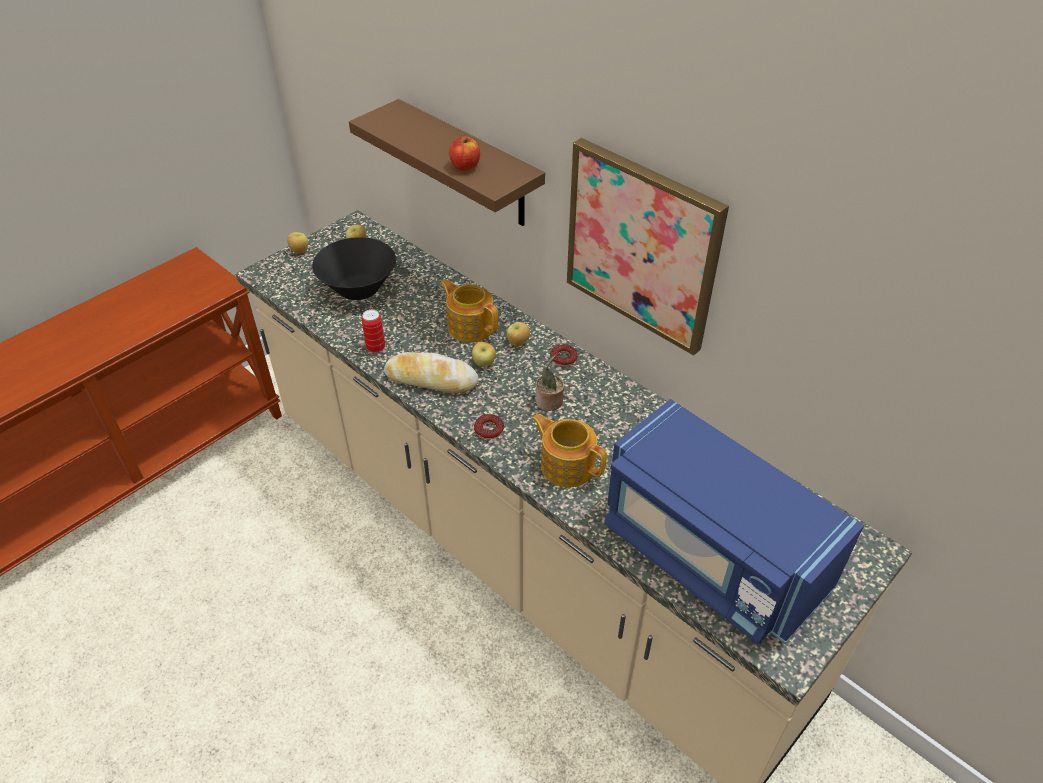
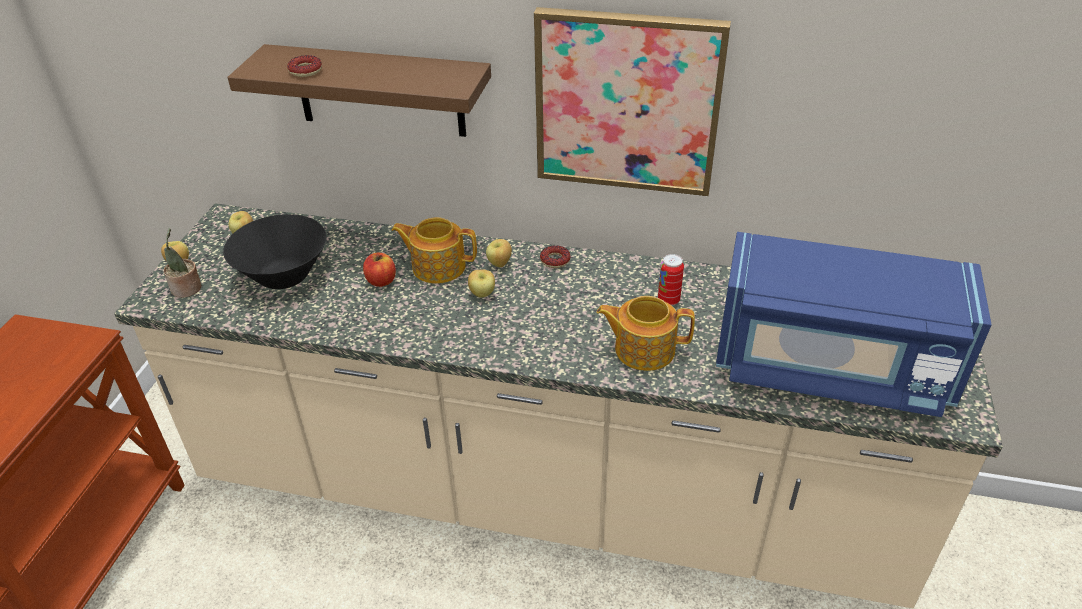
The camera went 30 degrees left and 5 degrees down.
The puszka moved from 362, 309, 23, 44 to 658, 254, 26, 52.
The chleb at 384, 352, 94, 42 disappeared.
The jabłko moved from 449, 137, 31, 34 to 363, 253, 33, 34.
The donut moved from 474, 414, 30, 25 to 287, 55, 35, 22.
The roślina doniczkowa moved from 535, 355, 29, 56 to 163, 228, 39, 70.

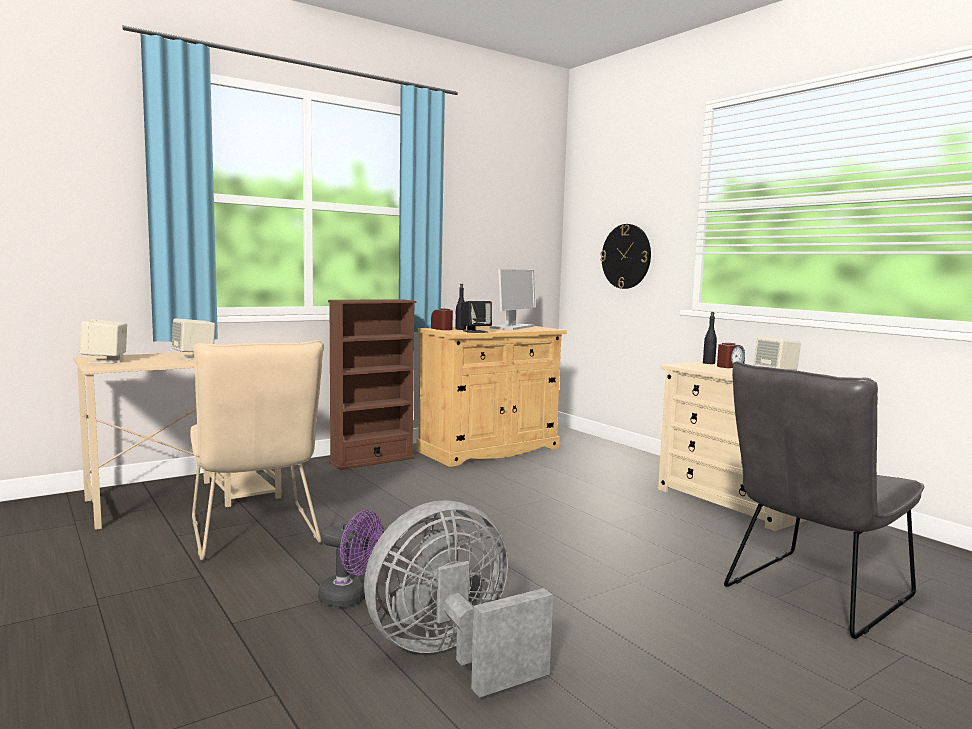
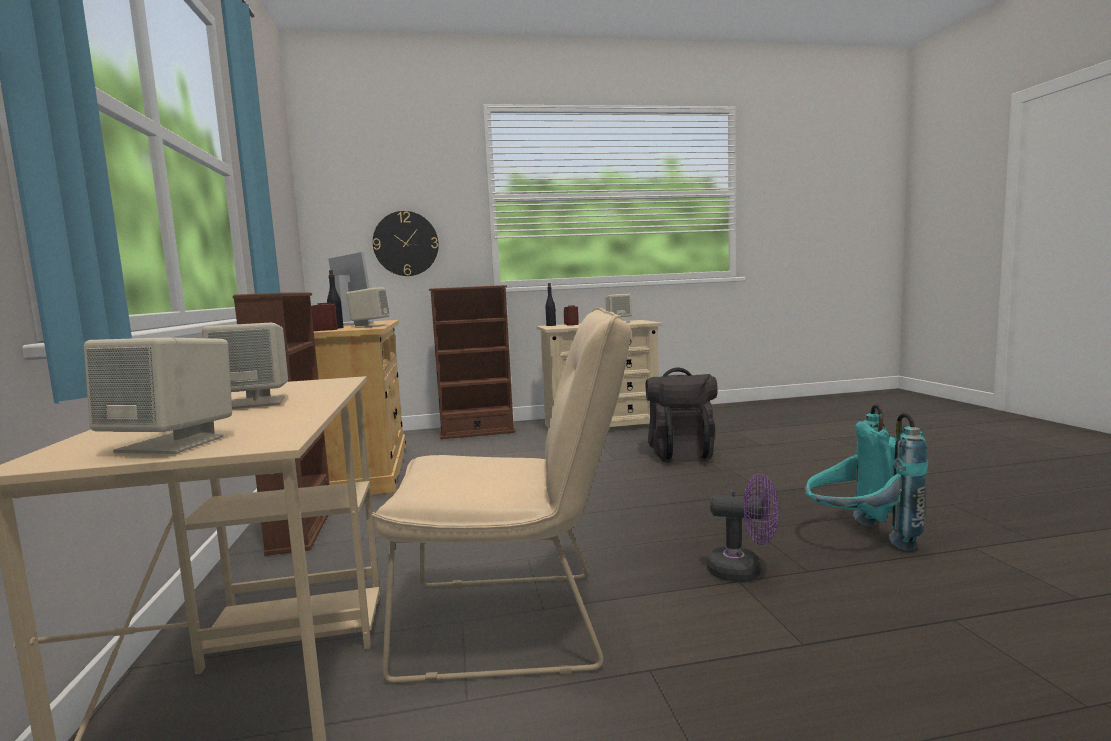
The camera went 65 degrees left and 0 degrees up.
The wentylator/fioletowy at 318, 510, 66, 97 turned 60 degrees clockwise.
The wentylator/szary at 364, 500, 189, 198 was replaced by the plecak/turkusowy at 805, 404, 123, 147.
The głośnik/czarny at 461, 301, 31, 32 became the głośnik/beżowy at 346, 288, 43, 40.
The krzesło/szary at 724, 361, 200, 278 disappeared.
The regał/brązowy at 429, 285, 86, 154 appeared.
The plecak/czarny at 646, 367, 72, 95 appeared.

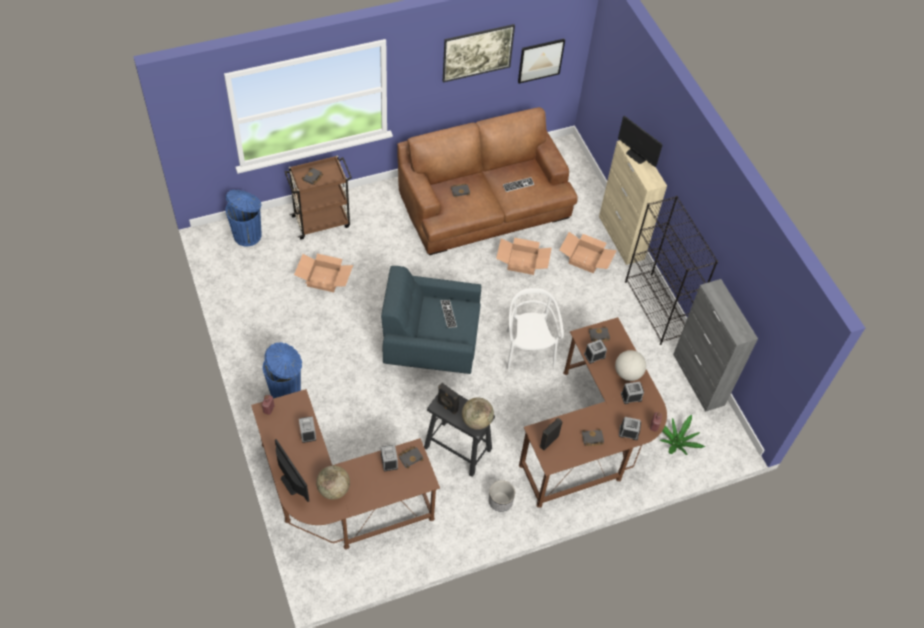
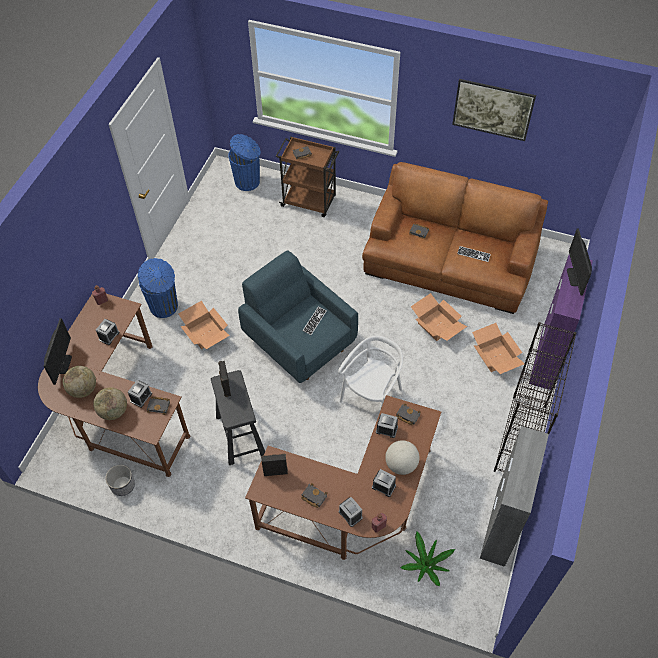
The camera went 45 degrees right and 0 degrees up.
The karton moved from 294, 254, 59, 38 to 179, 301, 51, 48.
The globus moved from 462, 397, 32, 33 to 93, 387, 34, 33.
The donica moved from 489, 480, 26, 32 to 105, 465, 30, 31.
The obraz at 518, 39, 47, 45 disappeared.
The szafka/beżowy at 599, 140, 68, 125 became the szafka/fioletowy at 529, 255, 64, 135.

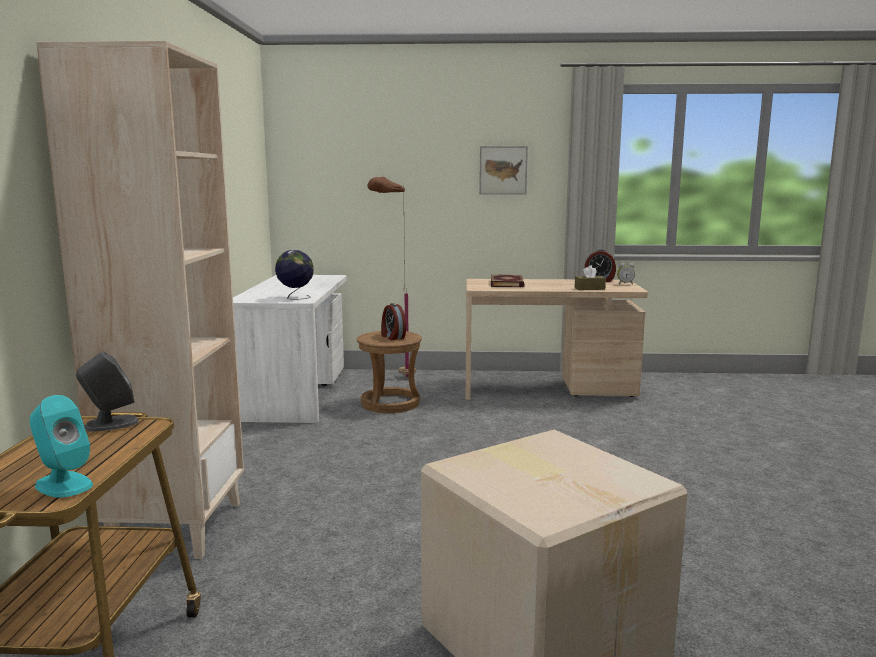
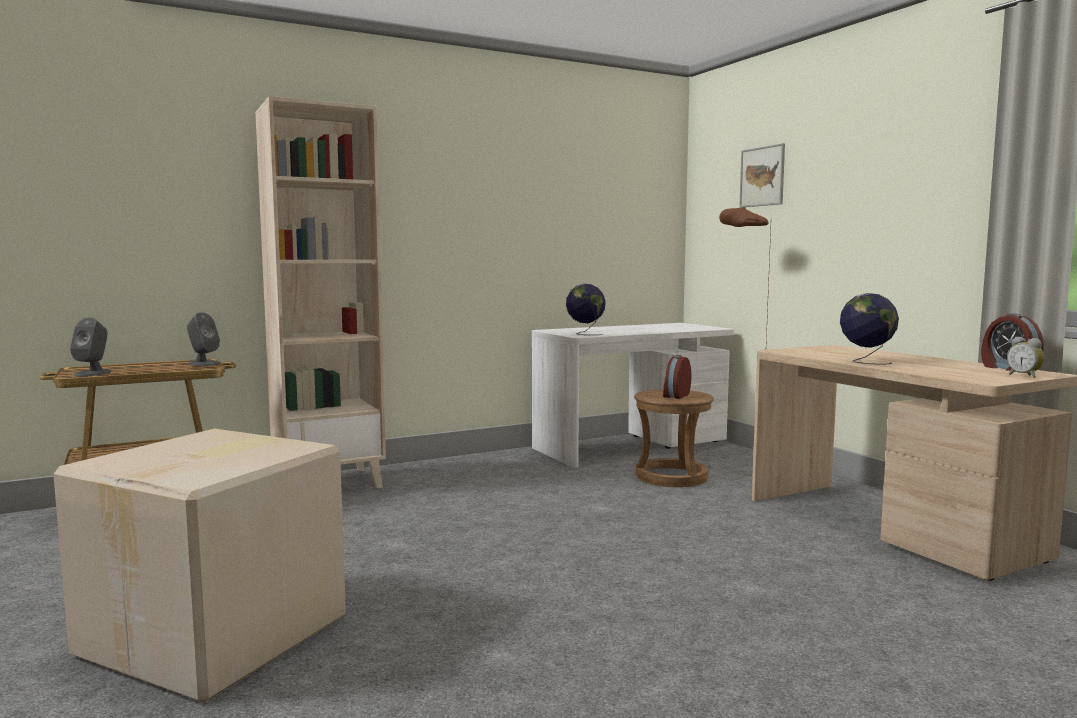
The camera went 60 degrees right and 5 degrees down.
The głośnik/turkusowy at 30, 395, 63, 103 became the głośnik/szary at 70, 317, 42, 59.
The obraz moved from 479, 146, 49, 49 to 739, 143, 46, 65.
The książka at 491, 274, 34, 13 disappeared.
The pudełko chusteczek/brązowy at 575, 265, 31, 25 disappeared.
The globus at 840, 293, 59, 72 appeared.

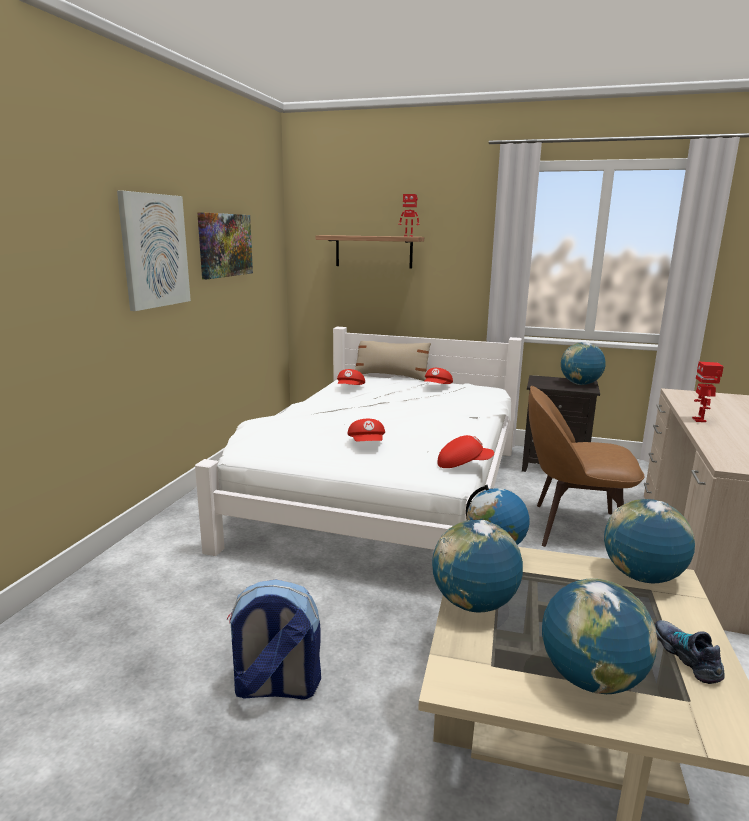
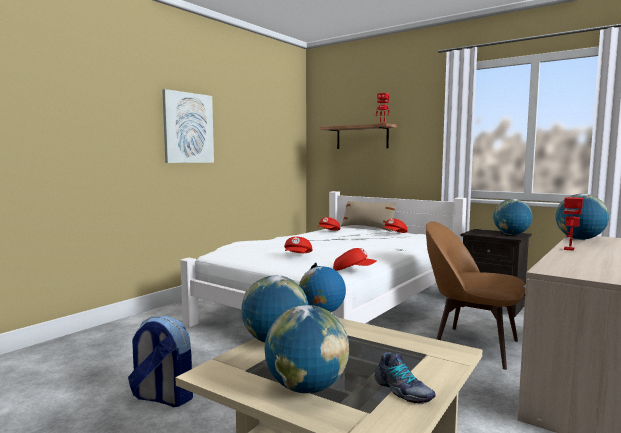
The camera went 20 degrees right and 10 degrees down.
The obraz at 197, 212, 56, 67 disappeared.
The globus moved from 604, 499, 91, 84 to 556, 194, 53, 46.
The but at 655, 620, 70, 64 turned 135 degrees clockwise.

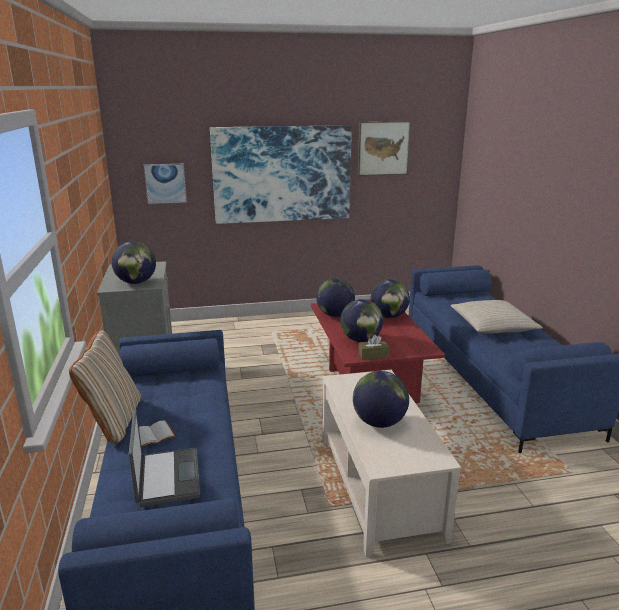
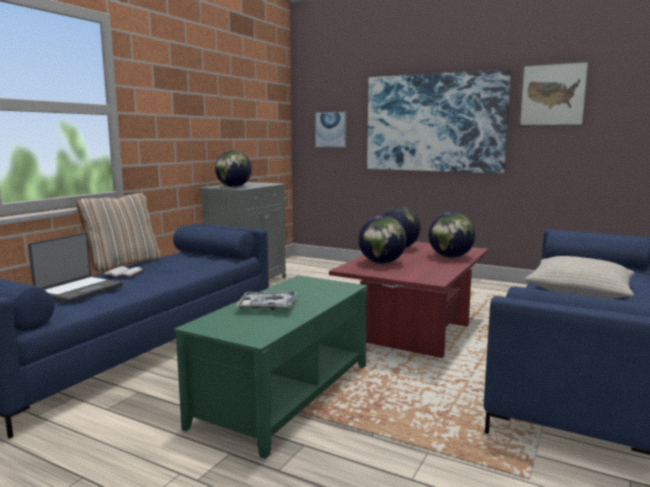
The camera went 40 degrees right and 10 degrees down.
The ława/beżowy at 322, 370, 139, 187 became the ława/zielony at 174, 275, 194, 184.
The globus at 353, 371, 56, 57 was replaced by the taca at 236, 292, 61, 18.
The pudełko chusteczek/brązowy at 358, 335, 31, 25 disappeared.

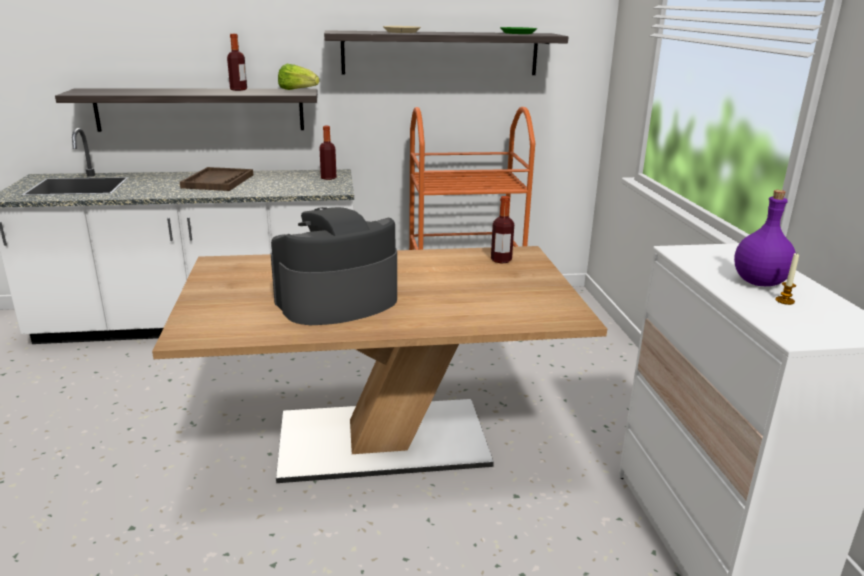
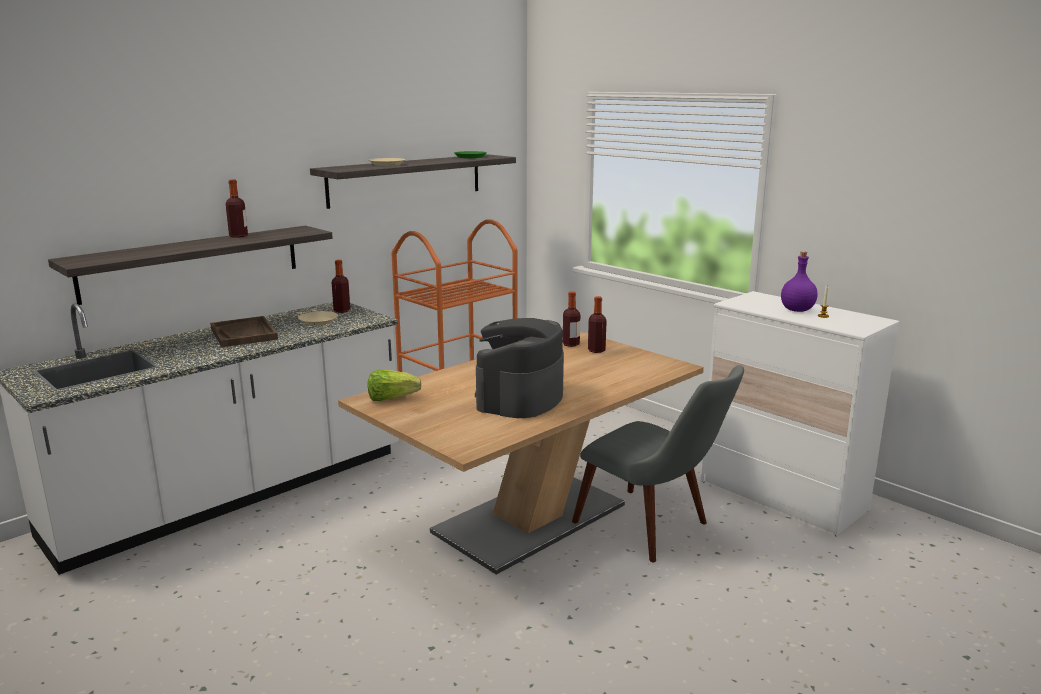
The camera went 35 degrees left and 5 degrees down.
The sałata moved from 278, 64, 41, 26 to 368, 369, 54, 32.
The talerz/beżowy at 298, 311, 40, 14 appeared.
The krzesło/szary at 572, 365, 172, 197 appeared.
The butelka at 588, 296, 19, 57 appeared.

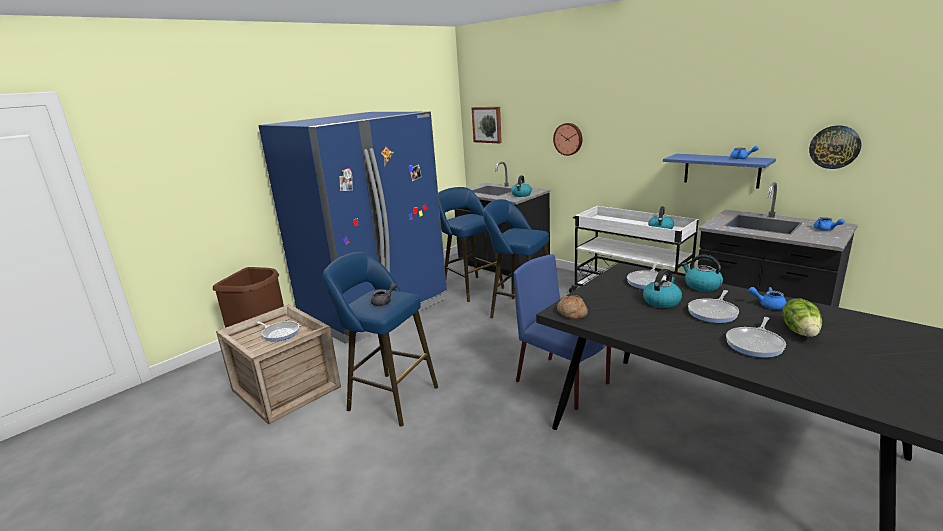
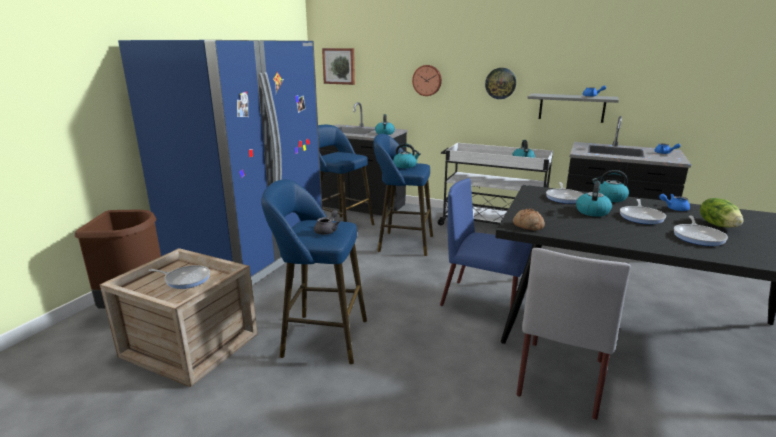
The camera went 20 degrees left and 0 degrees up.
The półka/niebieski at 663, 154, 113, 35 became the półka/szary at 527, 93, 92, 30.
The zegar ścienny moved from 809, 125, 52, 44 to 485, 68, 31, 31.
The czajnik at 393, 143, 28, 25 appeared.
The krzesło/szary at 516, 248, 115, 172 appeared.

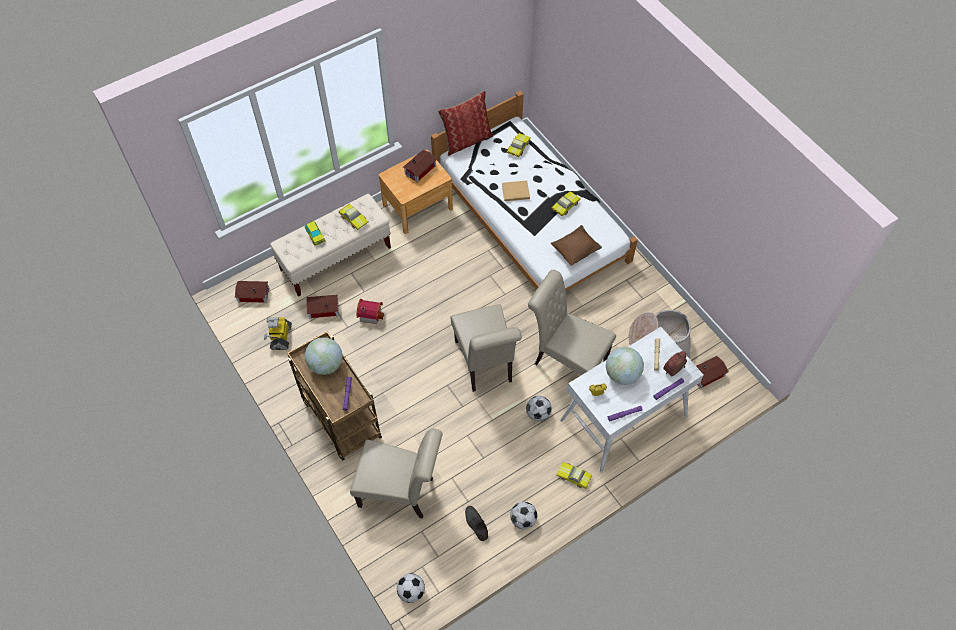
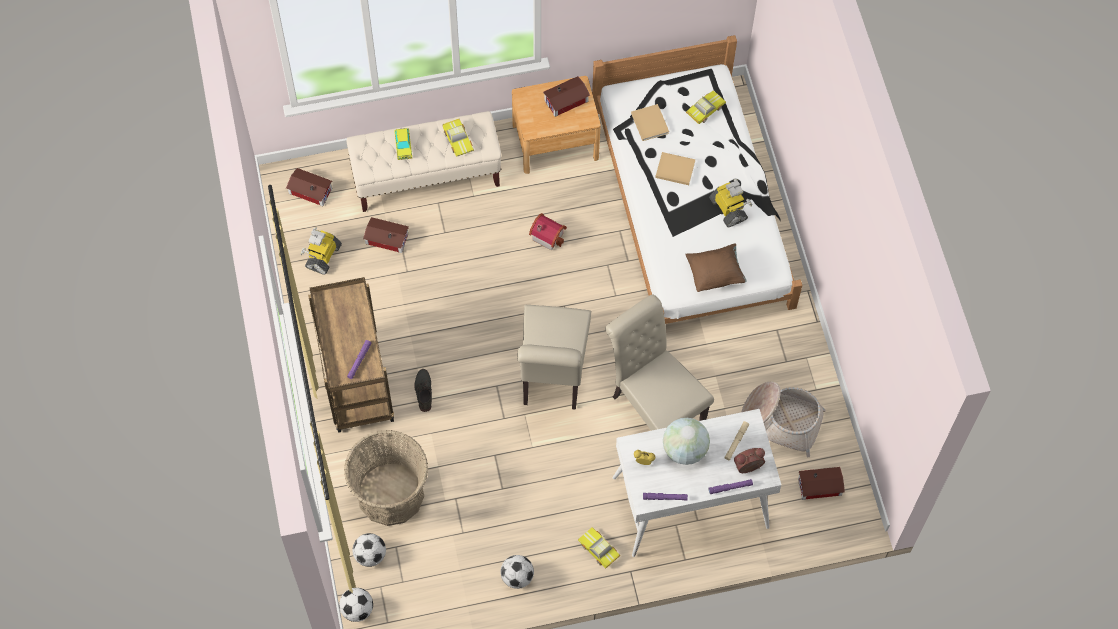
The camera went 20 degrees right and 5 degrees up.
The globus at 305, 337, 38, 38 disappeared.
The krzesło/beżowy at 350, 429, 92, 90 was replaced by the koszyk at 344, 430, 84, 96.
The domek moved from 357, 299, 27, 25 to 529, 213, 38, 38.
The poduszka at 438, 90, 55, 66 disappeared.
The but/szary moved from 465, 506, 23, 35 to 414, 369, 18, 43.
The piłka futbolowa moved from 526, 396, 26, 25 to 352, 533, 34, 34.
The samochodzik at 551, 191, 30, 25 was replaced by the robot zabawkowy at 709, 179, 44, 48.
The książka/beżowy at 631, 104, 38, 37 appeared.

